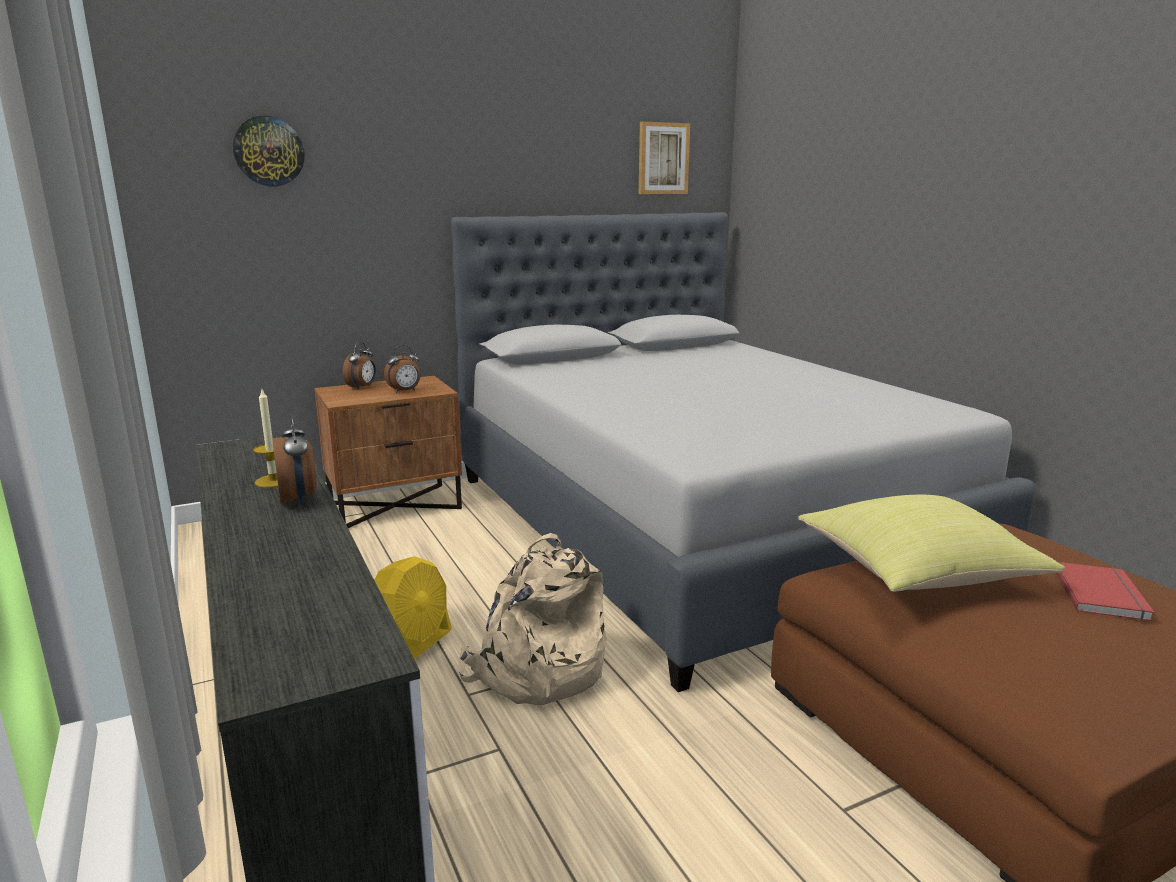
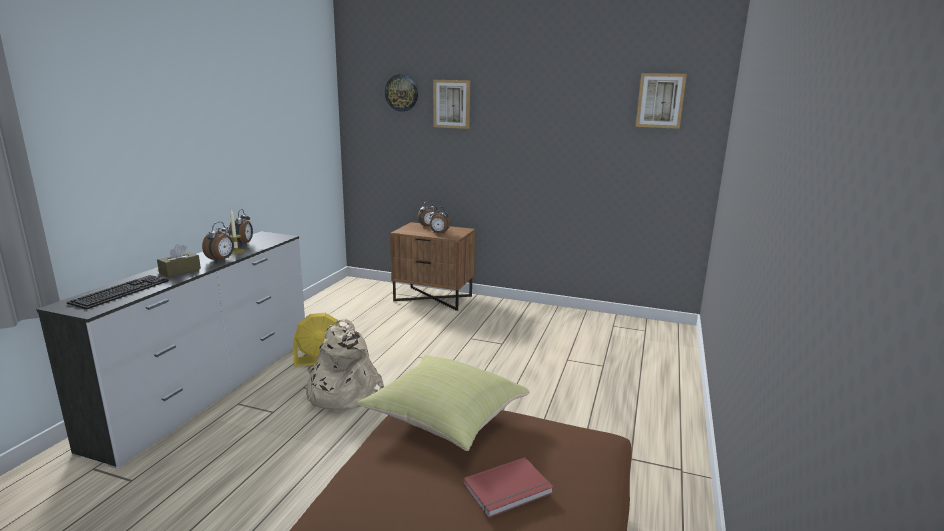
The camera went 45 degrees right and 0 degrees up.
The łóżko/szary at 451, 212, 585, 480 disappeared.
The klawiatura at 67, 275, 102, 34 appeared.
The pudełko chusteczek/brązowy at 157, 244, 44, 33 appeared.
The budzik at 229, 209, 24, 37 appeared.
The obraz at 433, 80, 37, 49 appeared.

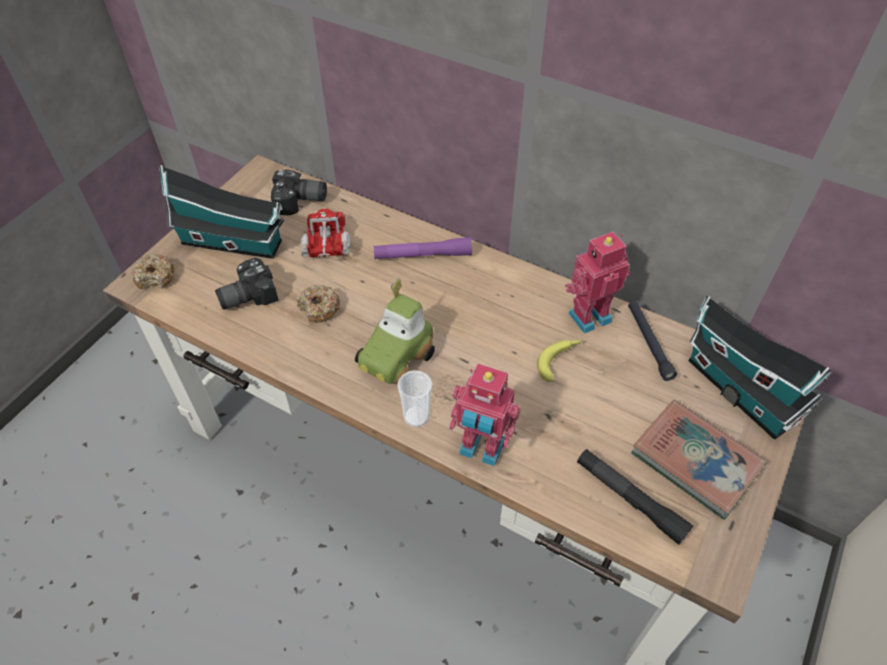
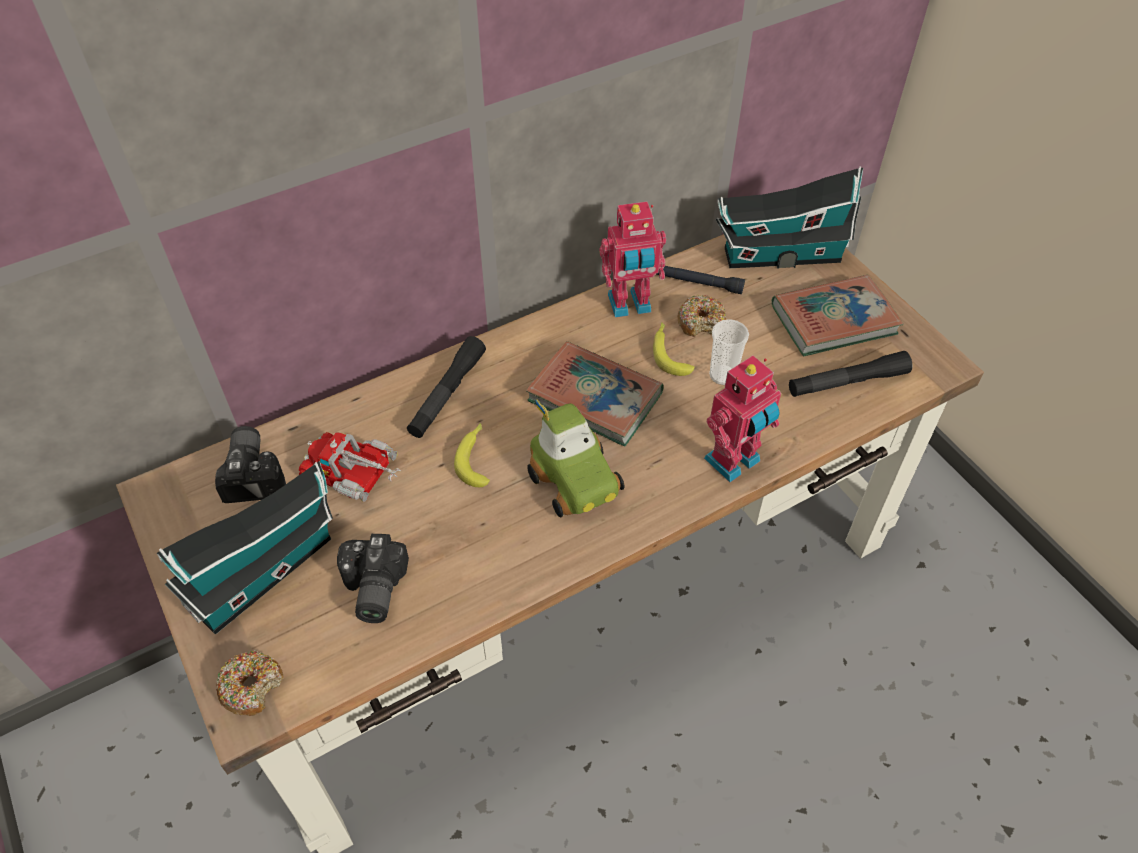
The camera went 60 degrees left and 0 degrees up.
The aparat fotograficzny at 271, 169, 56, 46 turned 45 degrees counterclockwise.
The donut moved from 297, 285, 43, 38 to 677, 295, 50, 42.
The latarka/fioletowy at 374, 237, 98, 22 became the latarka/czarny at 407, 336, 79, 102.
The filiżanka moved from 397, 370, 35, 57 to 709, 319, 40, 66.
The robot zabawkowy at 565, 232, 65, 102 turned 105 degrees counterclockwise.
The banan at 454, 423, 36, 64 appeared.
The książka at 526, 341, 138, 105 appeared.

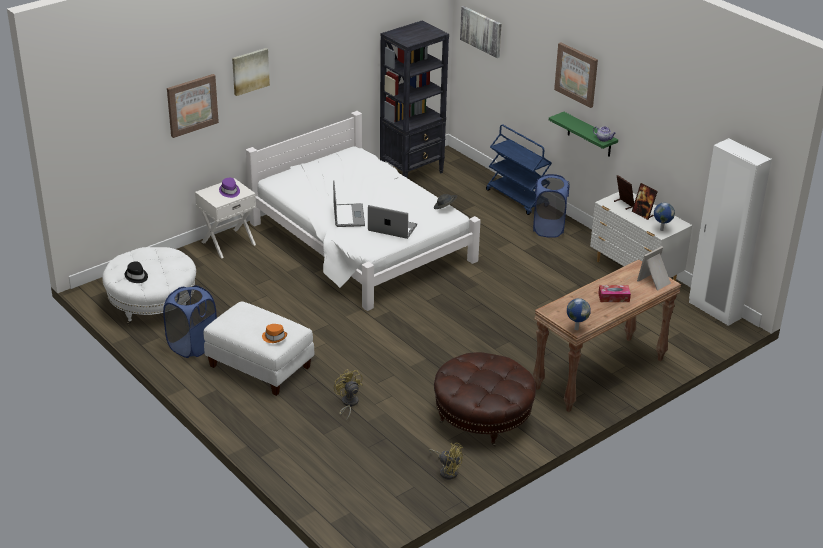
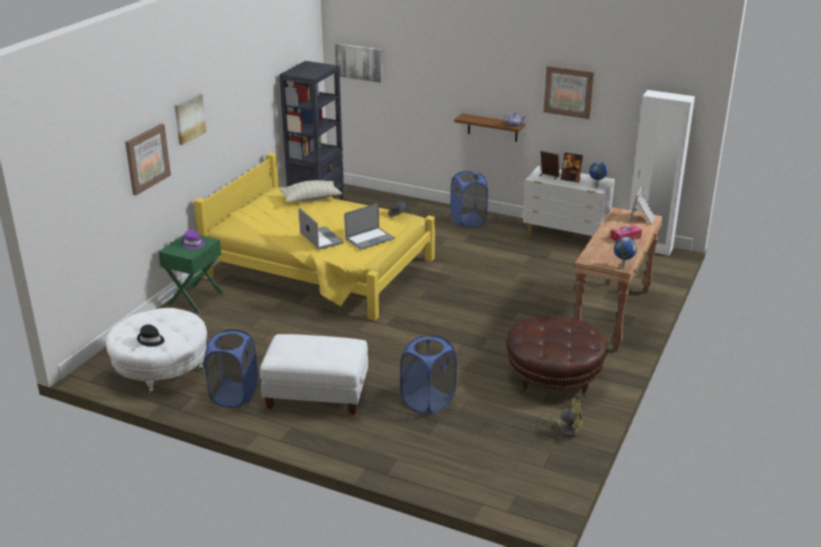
The camera went 25 degrees left and 5 degrees down.
The szafka nocna/biały at 195, 178, 61, 80 became the szafka nocna/zielony at 158, 235, 65, 78.
The łóżko/biały at 246, 111, 235, 200 became the łóżko/żółty at 194, 152, 241, 169.
The kapelusz/pomarańczowy at 262, 324, 25, 19 disappeared.
The wentylator/żółty at 334, 369, 29, 53 was replaced by the kosz na pranie/niebieski at 400, 336, 57, 78.
The laptop at 368, 205, 49, 34 turned 150 degrees clockwise.
The wózek/niebieski at 486, 124, 66, 91 disappeared.
The półka/zielony at 549, 112, 69, 45 became the półka/brązowy at 454, 114, 71, 28.
The obraz moved from 554, 42, 44, 66 to 544, 65, 51, 54.
The poduszka at 279, 180, 63, 23 appeared.

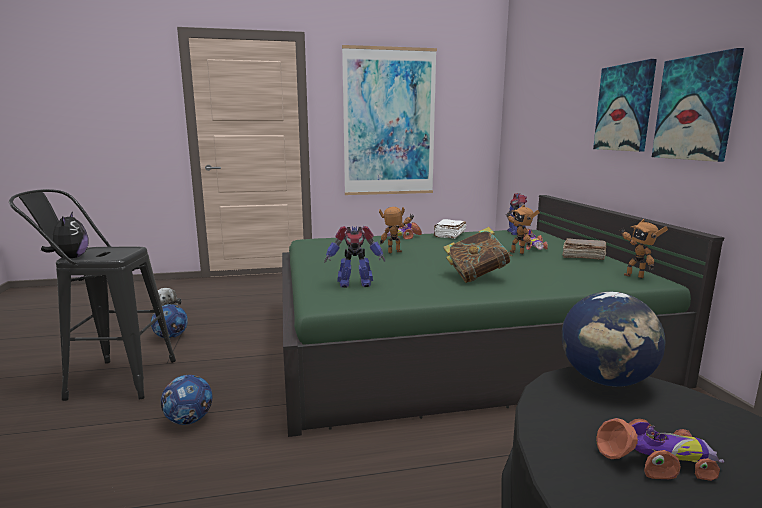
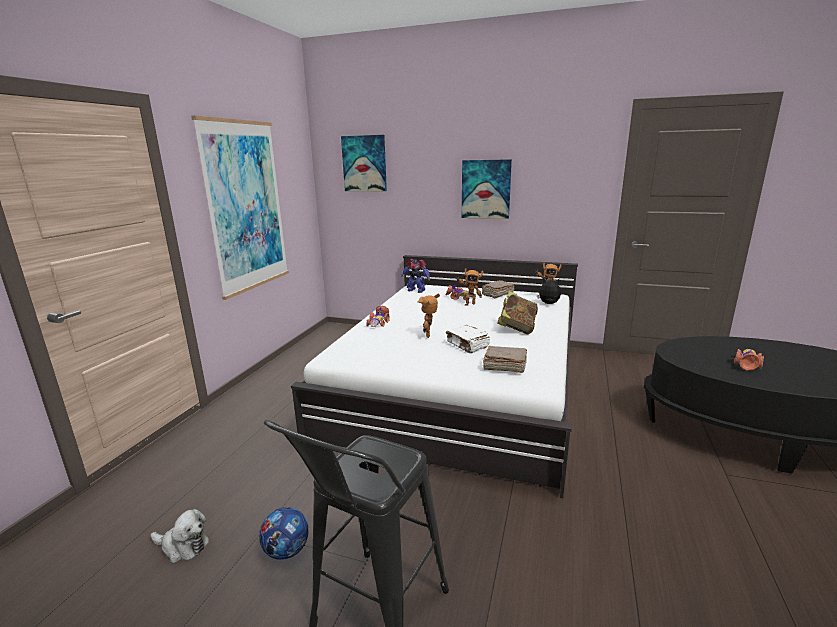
The camera went 60 degrees left and 5 degrees up.
The pluszak moved from 41, 211, 48, 47 to 537, 278, 24, 26.
The piłka futbolowa at 161, 375, 51, 50 disappeared.
The łóżko/zielony at 282, 195, 442, 242 became the łóżko/biały at 291, 255, 287, 243.
The robot zabawkowy at 324, 226, 61, 62 was replaced by the książka/brązowy at 483, 346, 44, 27.
The książka/biały moved from 433, 219, 33, 20 to 446, 325, 44, 28.
The globus at 562, 292, 103, 95 disappeared.
The obraz moved from 652, 48, 92, 114 to 341, 135, 46, 56.

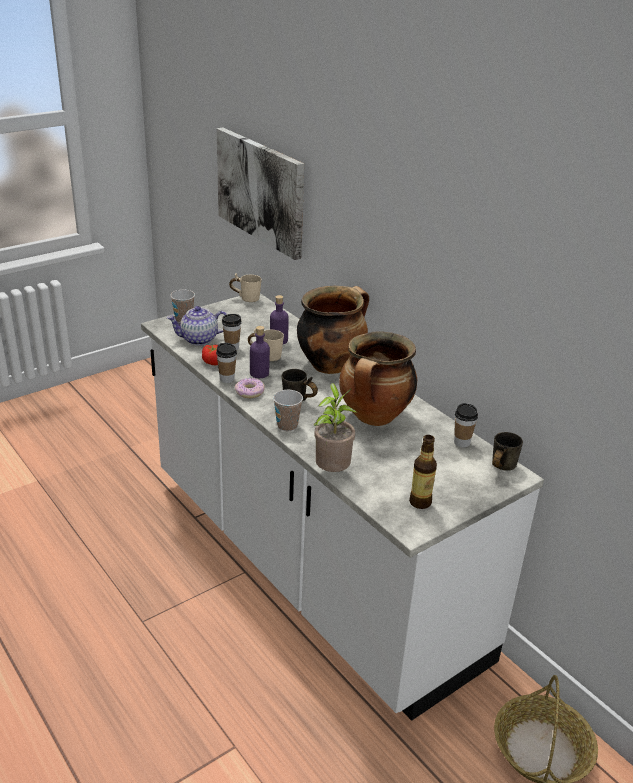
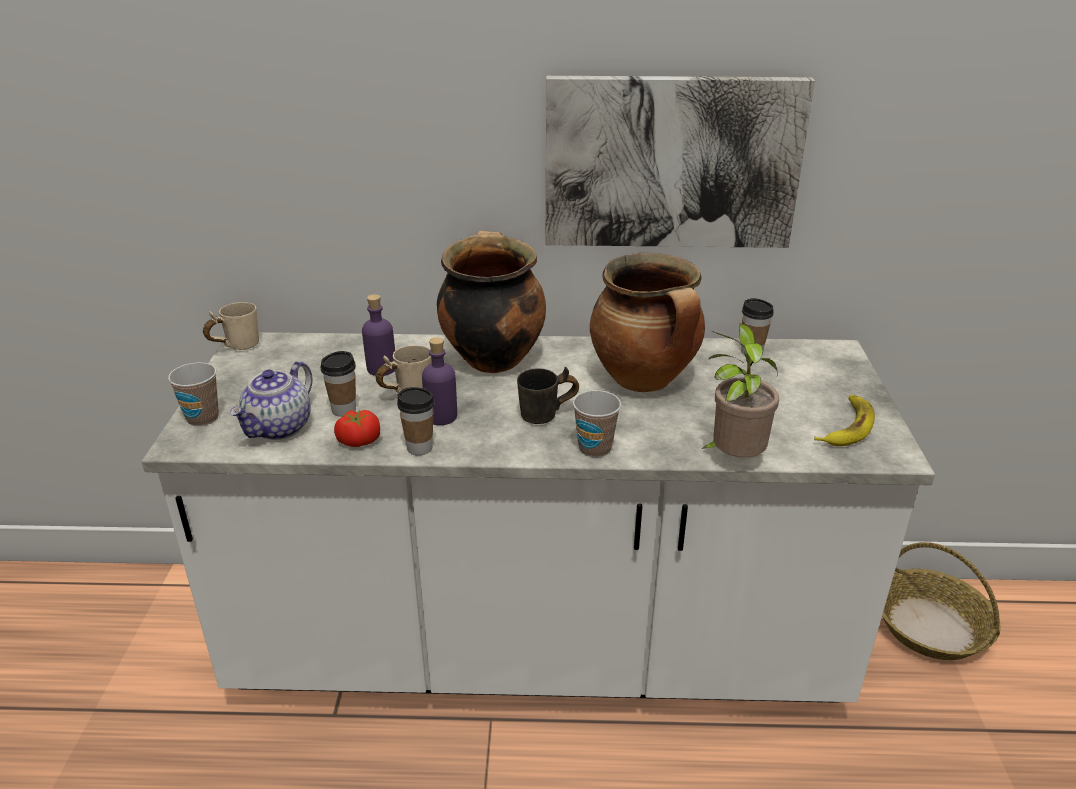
The camera went 50 degrees left and 0 degrees up.
The obraz moved from 217, 127, 87, 133 to 546, 76, 269, 172.
The donut at 235, 378, 30, 20 disappeared.
The butelka at 409, 435, 28, 74 was replaced by the banan at 814, 395, 61, 51.
The kubek/szary at 492, 432, 31, 39 disappeared.

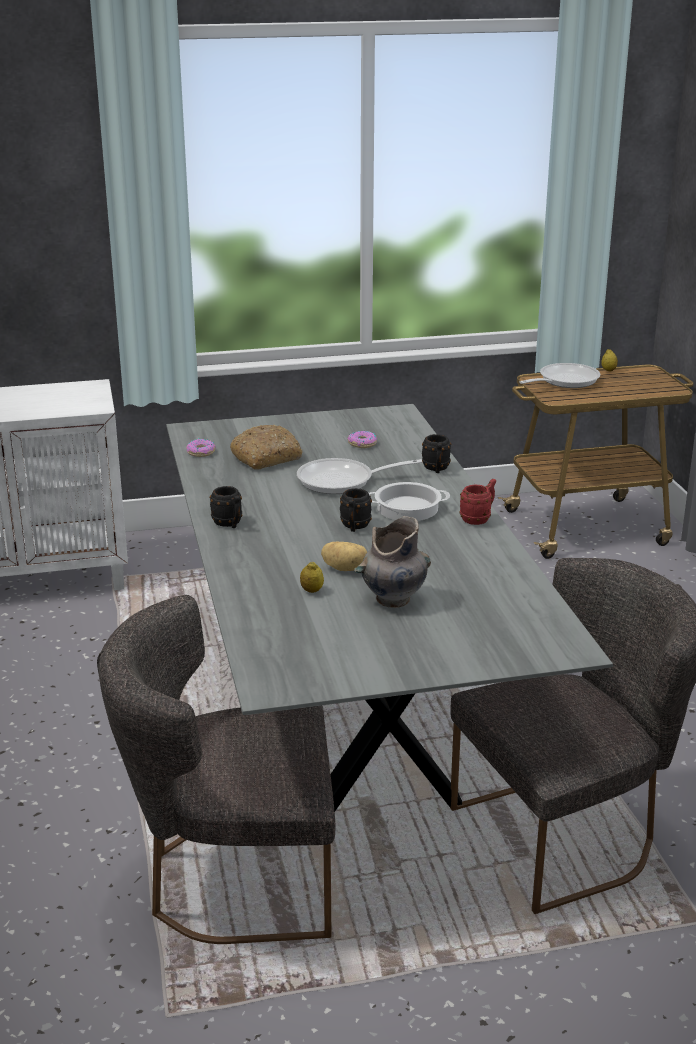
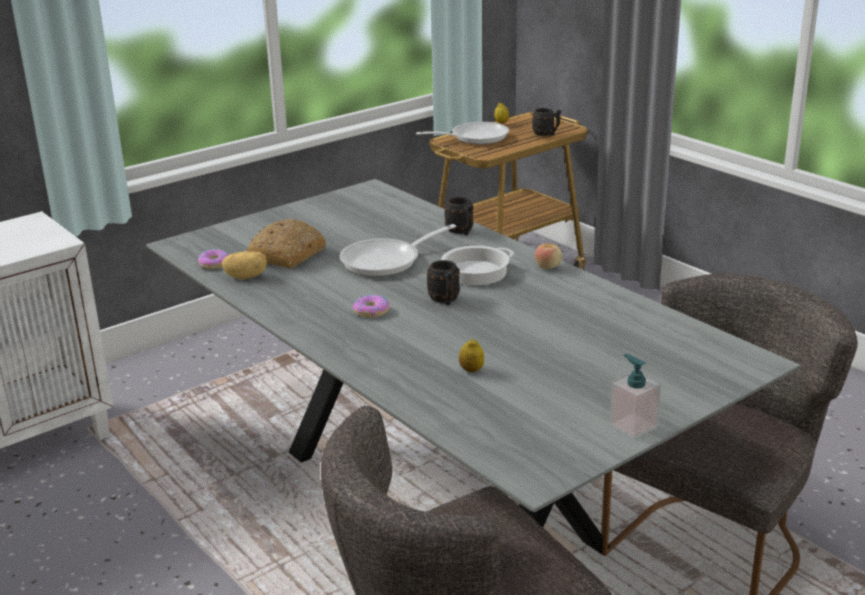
The camera went 25 degrees left and 0 degrees up.
The kubek/czarny moved from 210, 486, 32, 42 to 532, 108, 29, 28.
The ziemniak moved from 321, 542, 46, 29 to 222, 251, 45, 28.
The donut moved from 347, 431, 30, 17 to 353, 295, 37, 23.
The wazon/szary at 354, 516, 77, 92 disappeared.
The kubek/czerwony at 460, 479, 36, 46 was replaced by the jabłko at 535, 243, 27, 26.
The patelnia at 519, 363, 81, 25 turned 45 degrees clockwise.
The dozownik mydła at 610, 354, 51, 85 appeared.

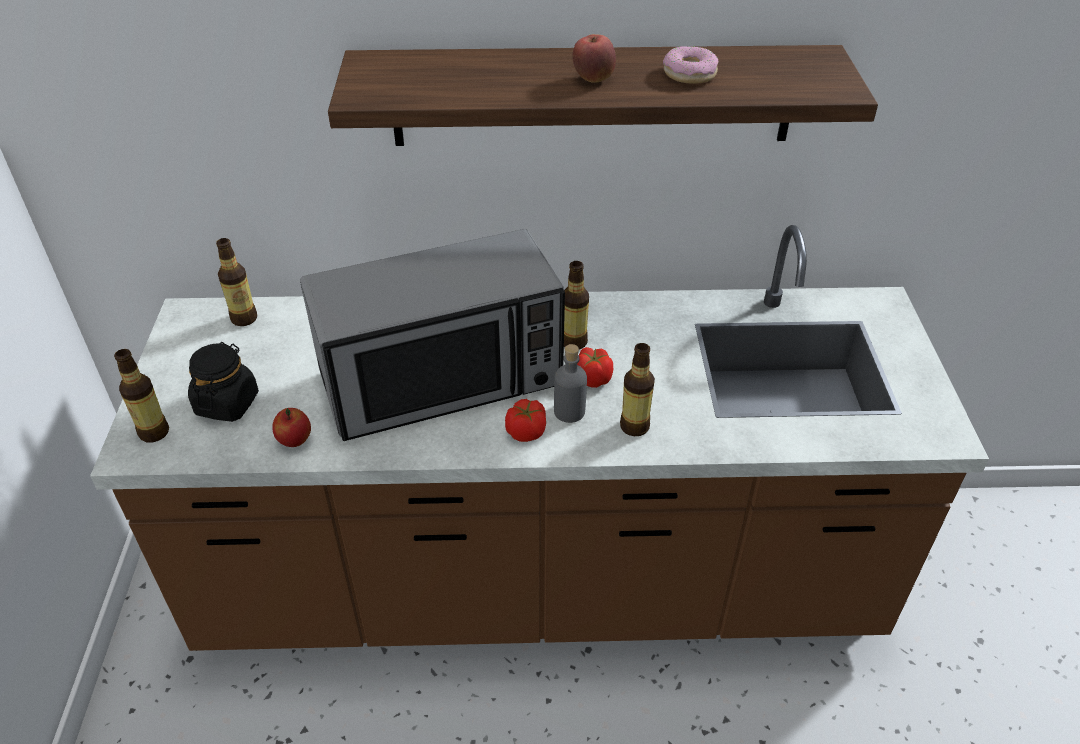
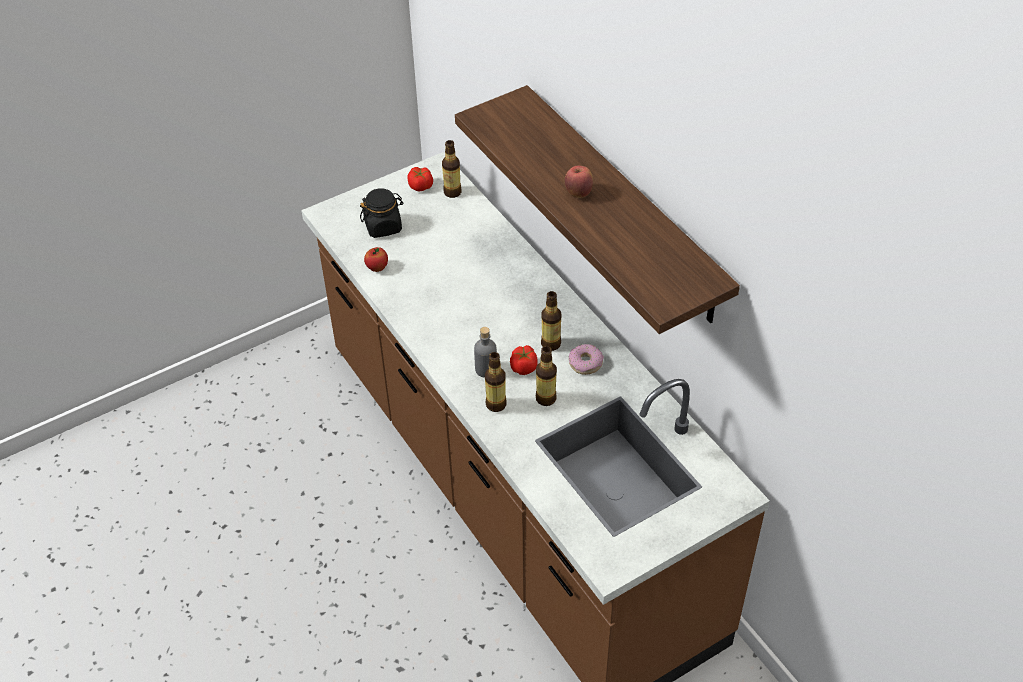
The camera went 60 degrees right and 5 degrees up.
The butelka moved from 114, 349, 55, 93 to 536, 346, 21, 60.
The mikrofalówka at 300, 229, 265, 212 disappeared.
The pomidor moved from 505, 399, 41, 43 to 407, 167, 26, 24.
The donut moved from 663, 46, 55, 38 to 569, 344, 35, 31.

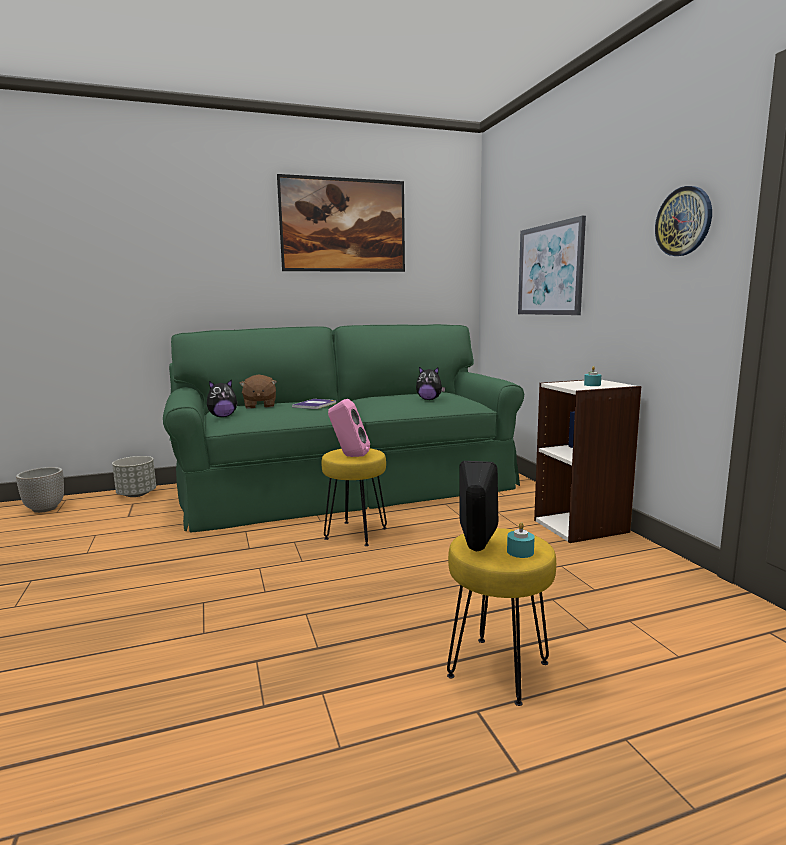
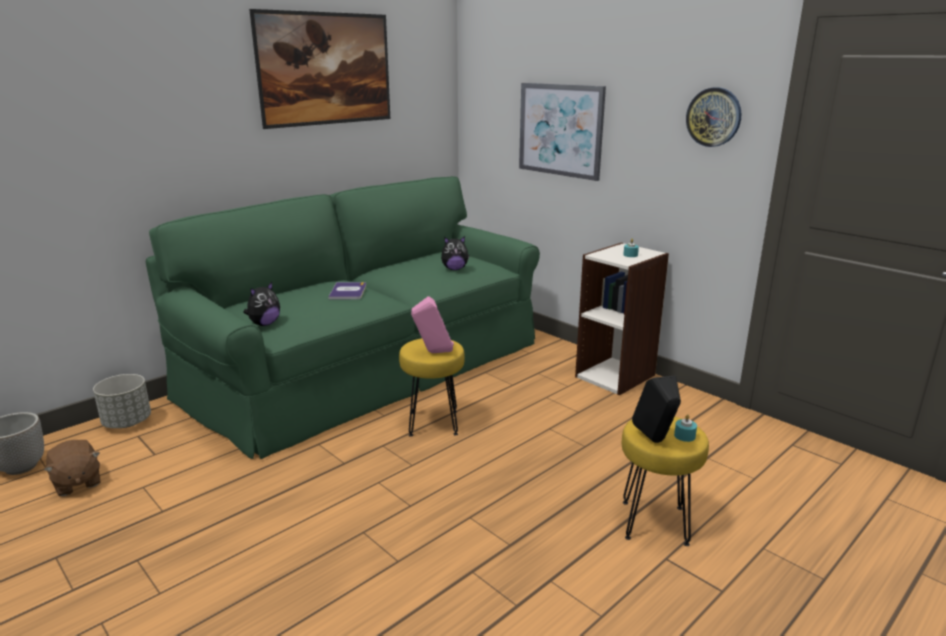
The camera went 25 degrees left and 10 degrees up.
The pluszak/brązowy moved from 239, 374, 38, 35 to 44, 440, 56, 56.

